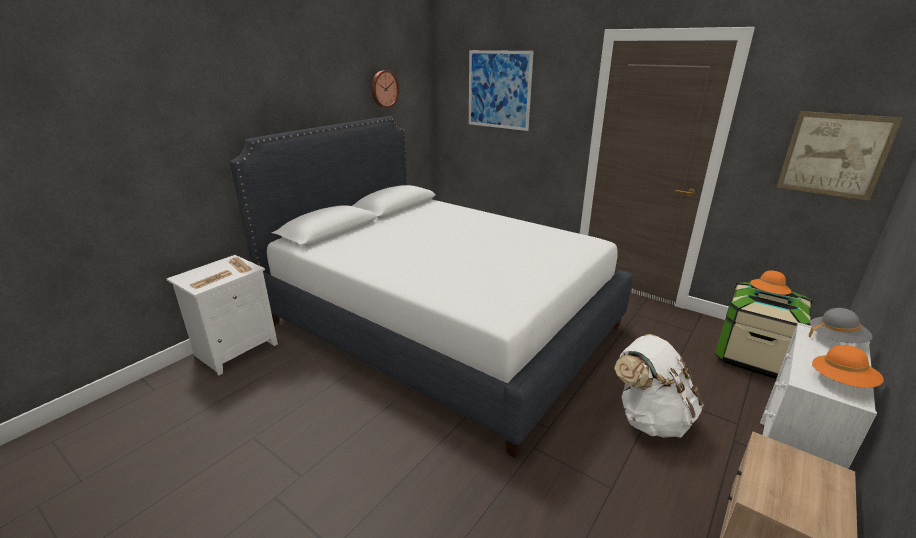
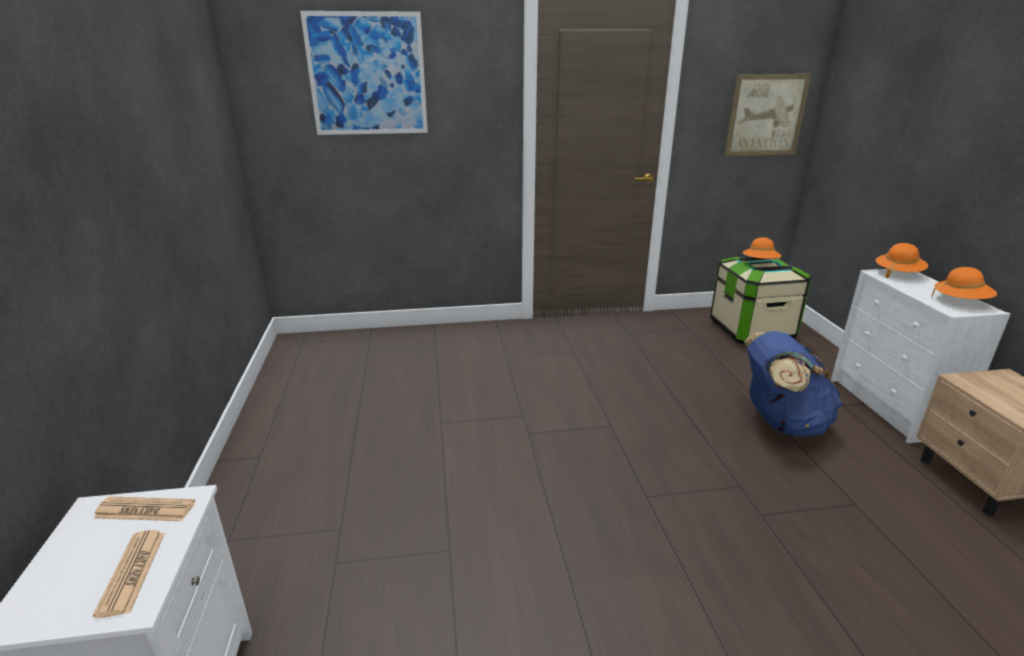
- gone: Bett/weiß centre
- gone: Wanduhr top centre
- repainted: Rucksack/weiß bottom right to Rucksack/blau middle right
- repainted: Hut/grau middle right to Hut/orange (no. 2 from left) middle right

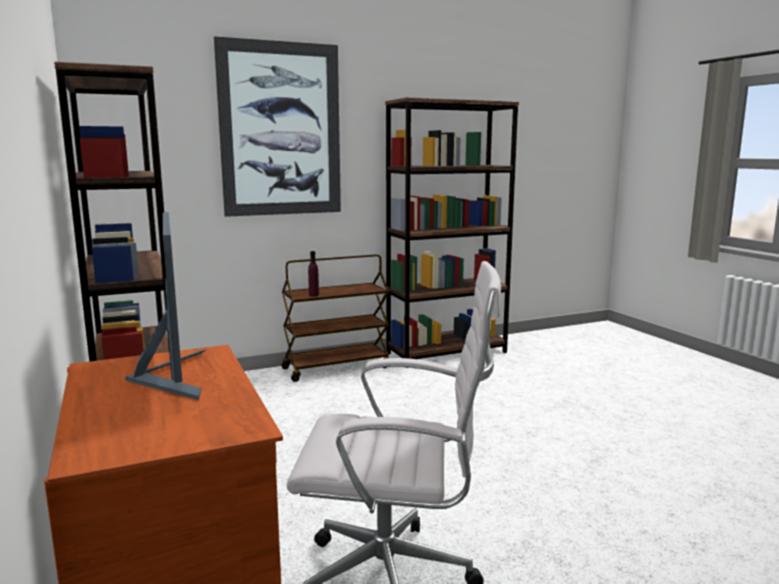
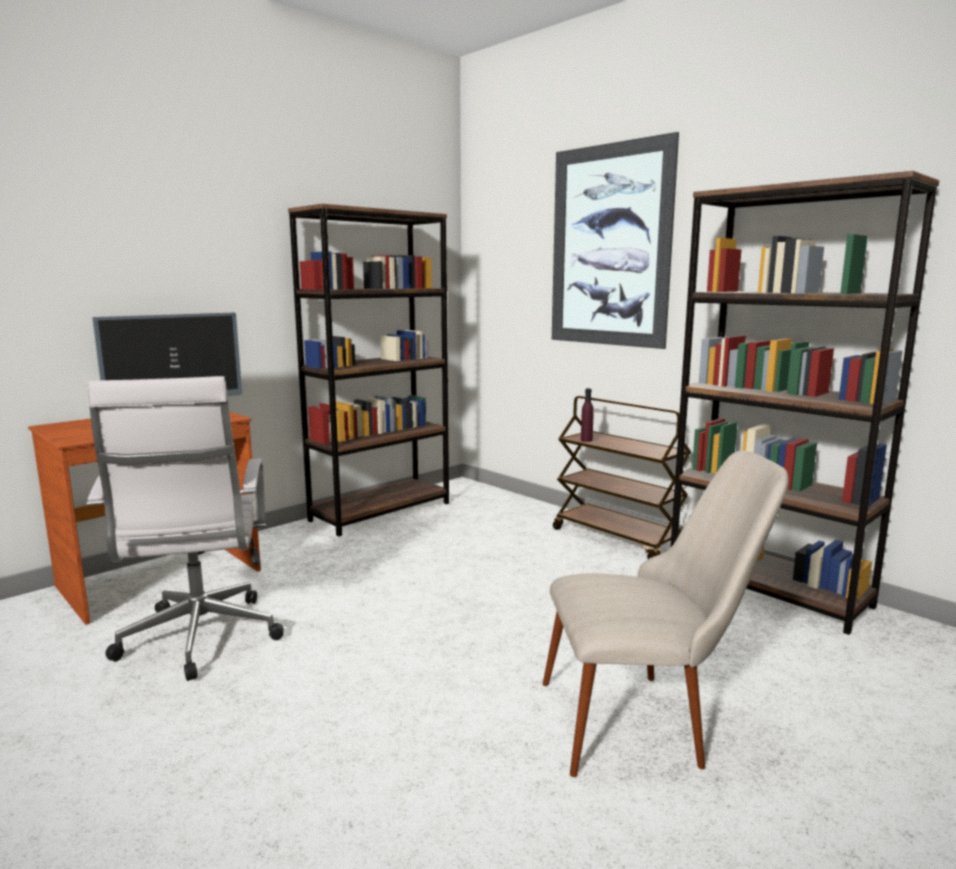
- new: Stuhl/beige bottom right

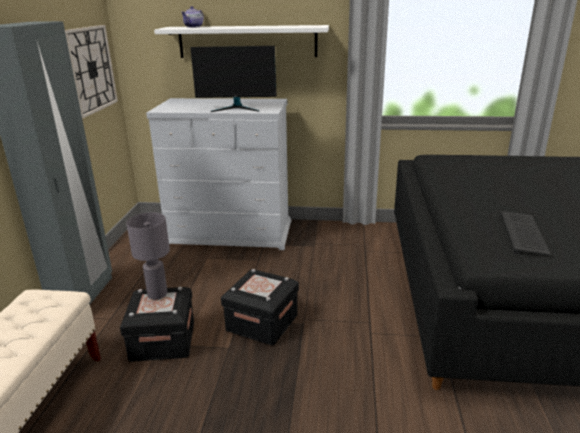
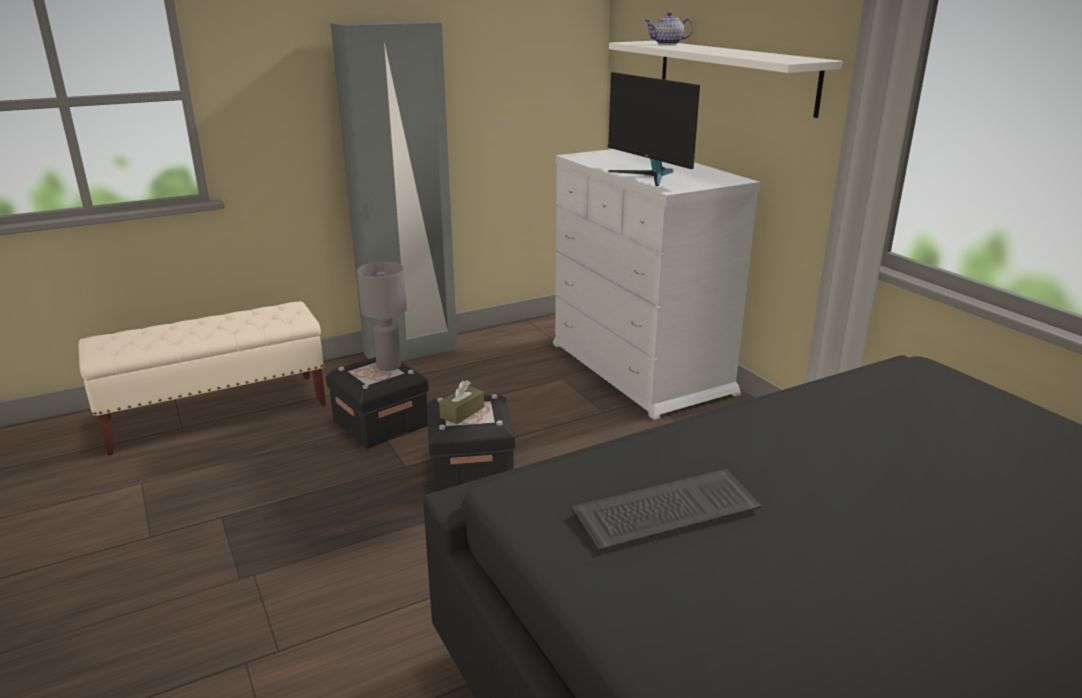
- gone: Wanduhr top left
- new: Taschentuchbox/braun centre

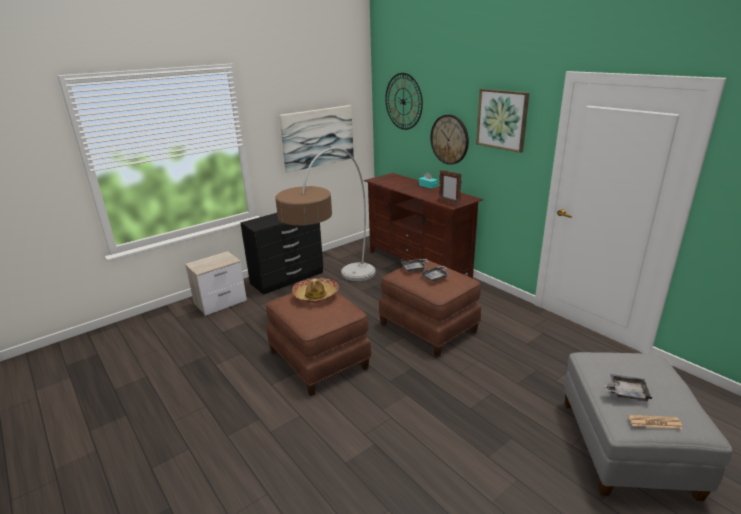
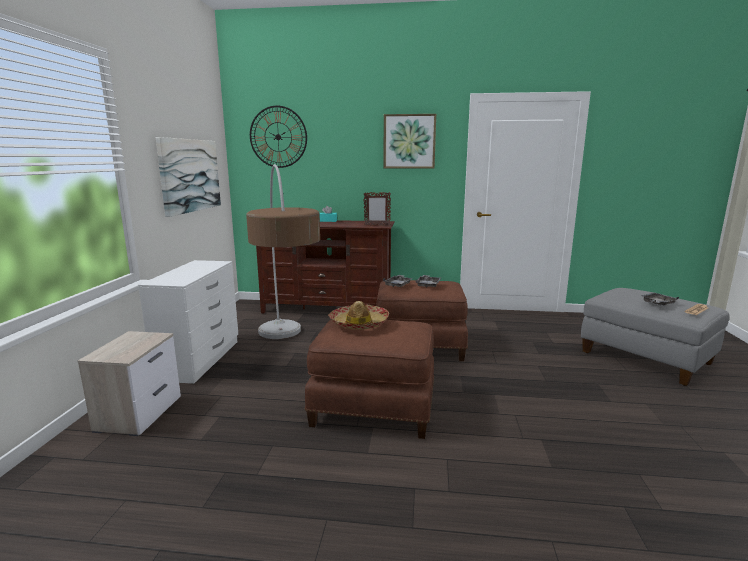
- gone: Wanduhr (no. 2 from left) top centre
- repainted: Kommode/schwarz centre to Kommode/weiß middle left

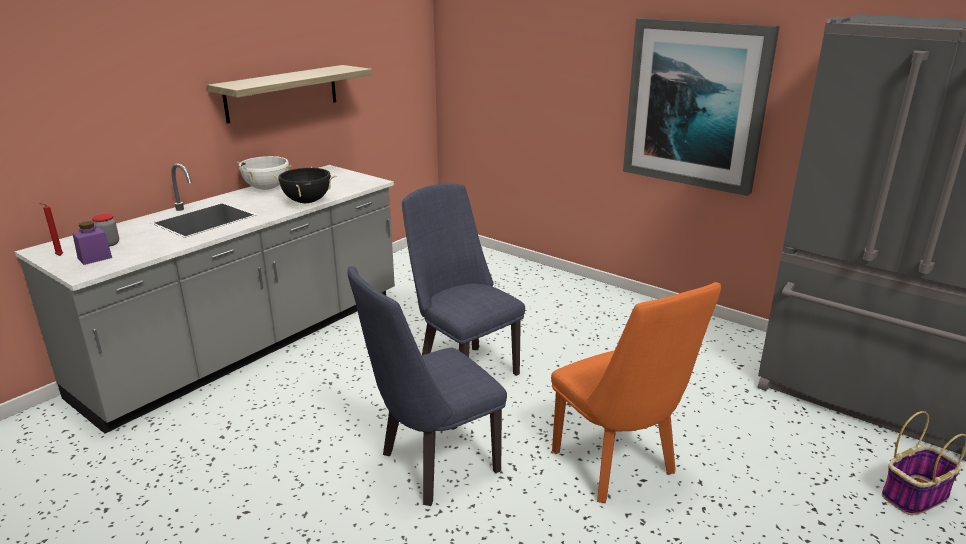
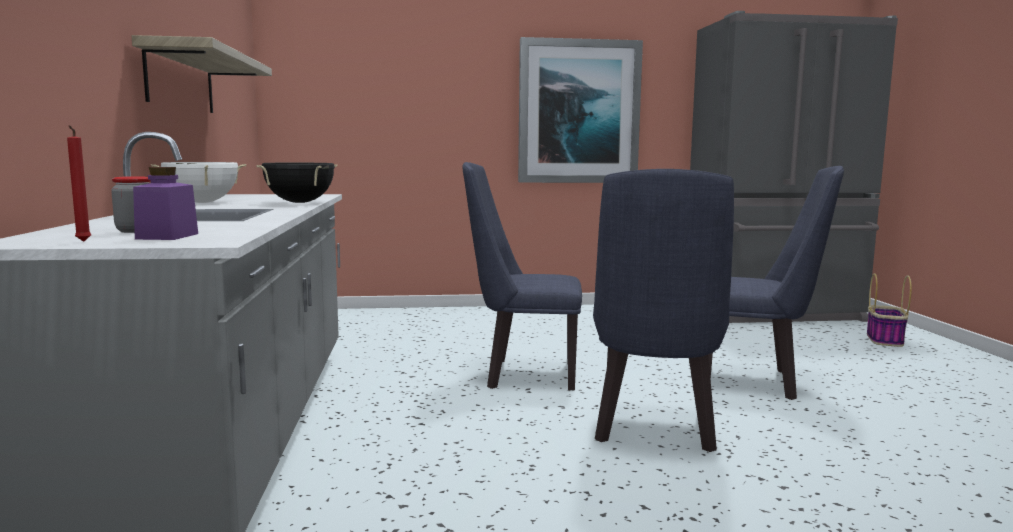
- repainted: Stuhl/orange bottom centre to Stuhl/blau (no. 3 from left) middle right

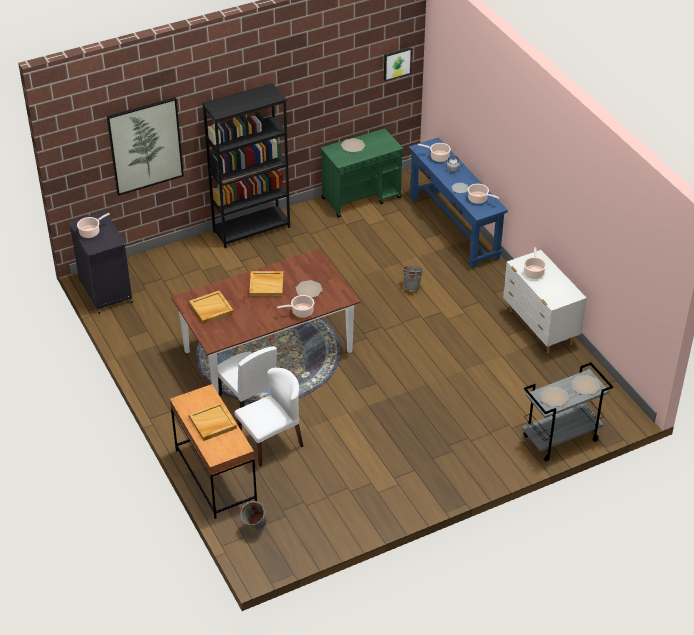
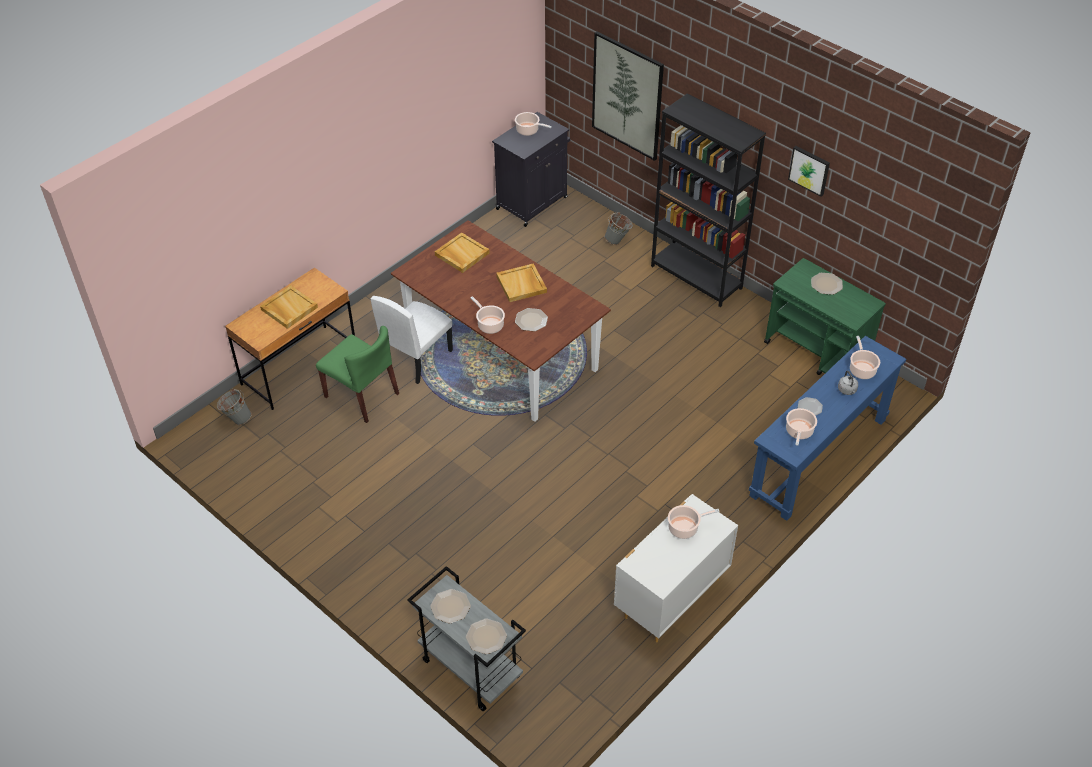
- shifted: Bild (no. 2 from left) top centre to top right
- shifted: Eimer/grau (no. 2 from left) centre to top centre
- repainted: Stuhl/weiß (no. 2 from left) centre to Stuhl/grün middle left

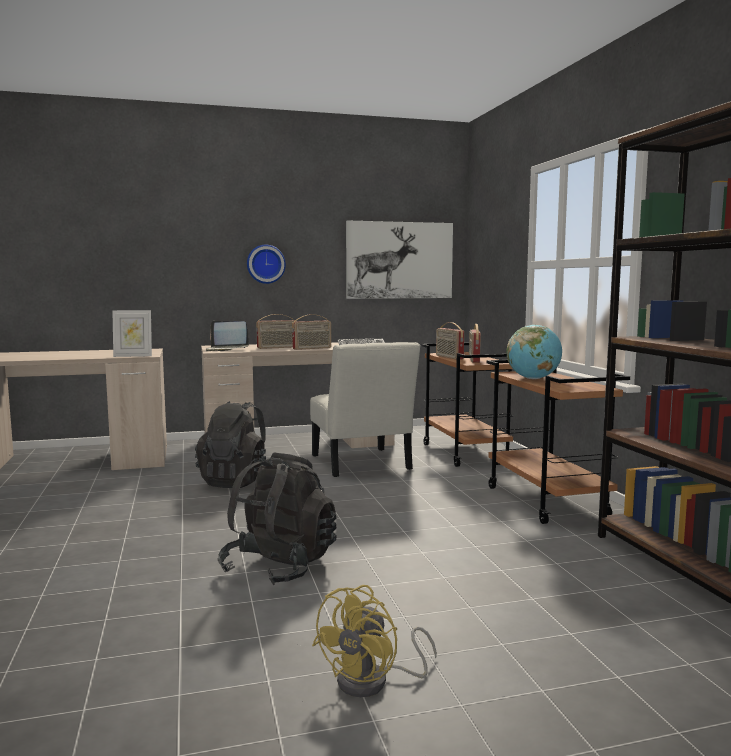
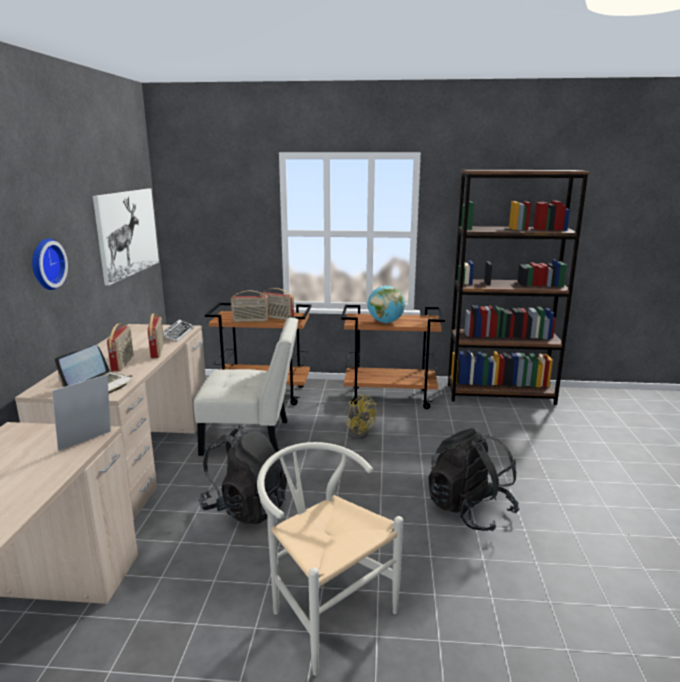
- new: Stuhl/weiß (no. 2 from left) bottom centre
- shifted: Ventilator/gelb bottom centre to centre
- rotated: Bilderrahmen middle left = middle left 150 degrees counterclockwise

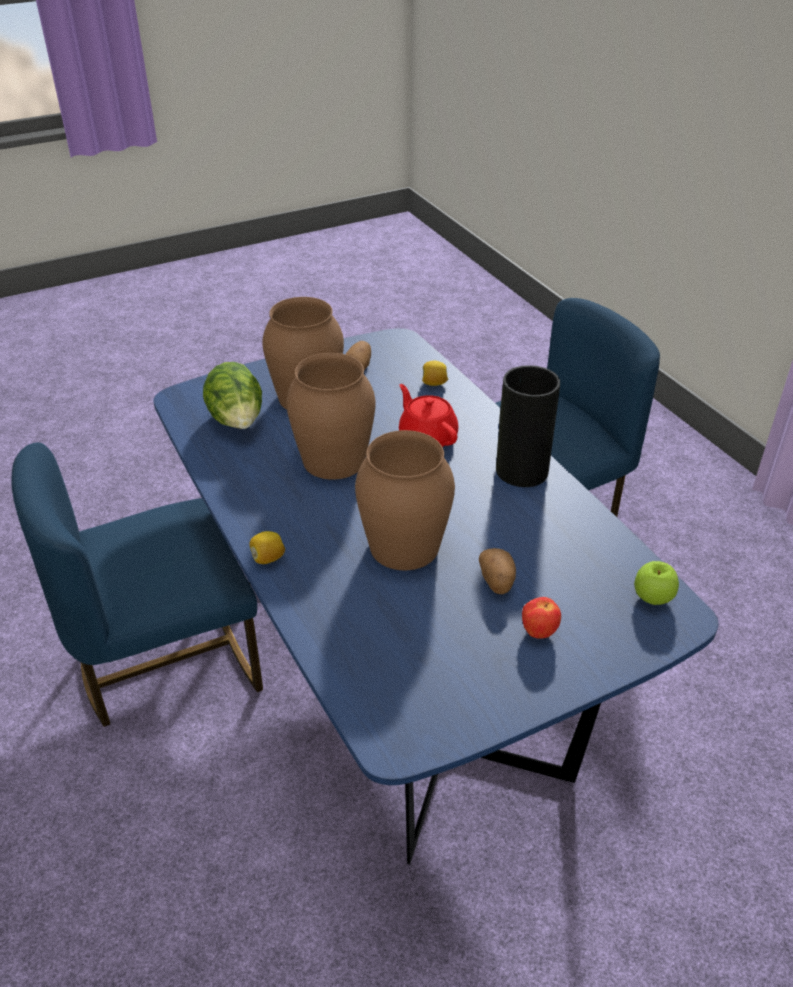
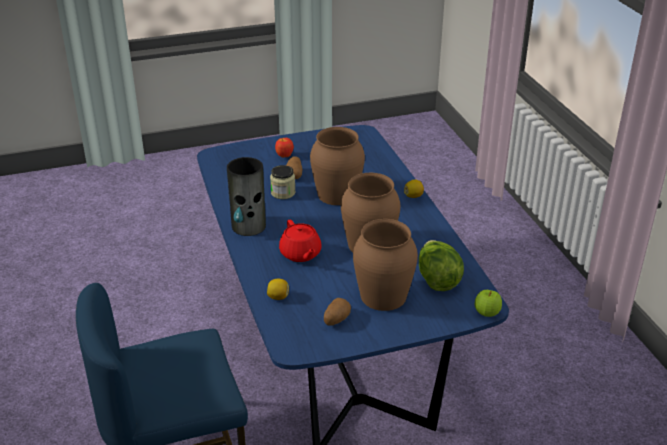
- gone: Stuhl/blau (no. 1 from left) middle left
- new: Vorratsglas centre
- shifted: Apfel (no. 2 from left) middle right to bottom right

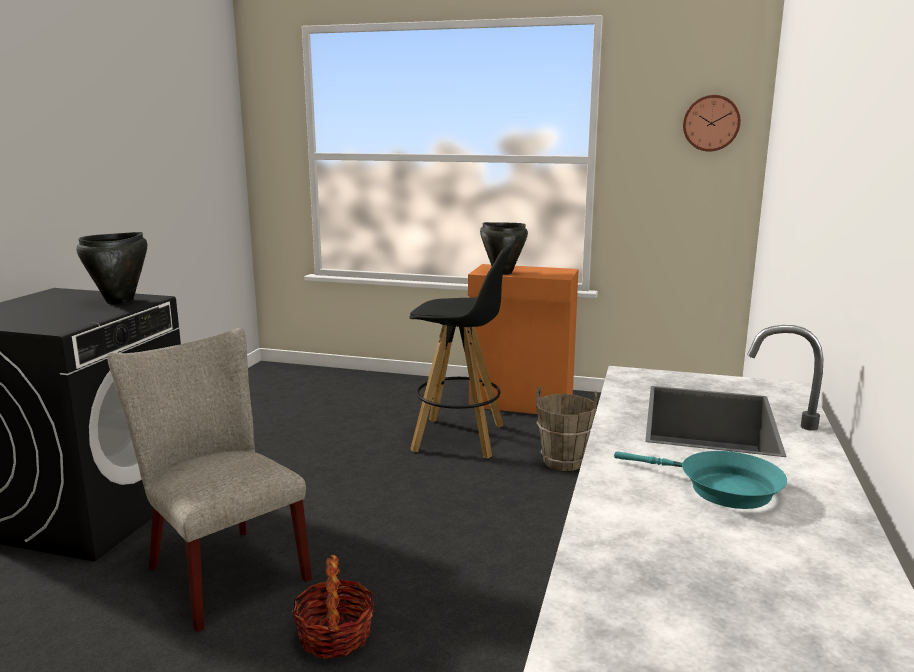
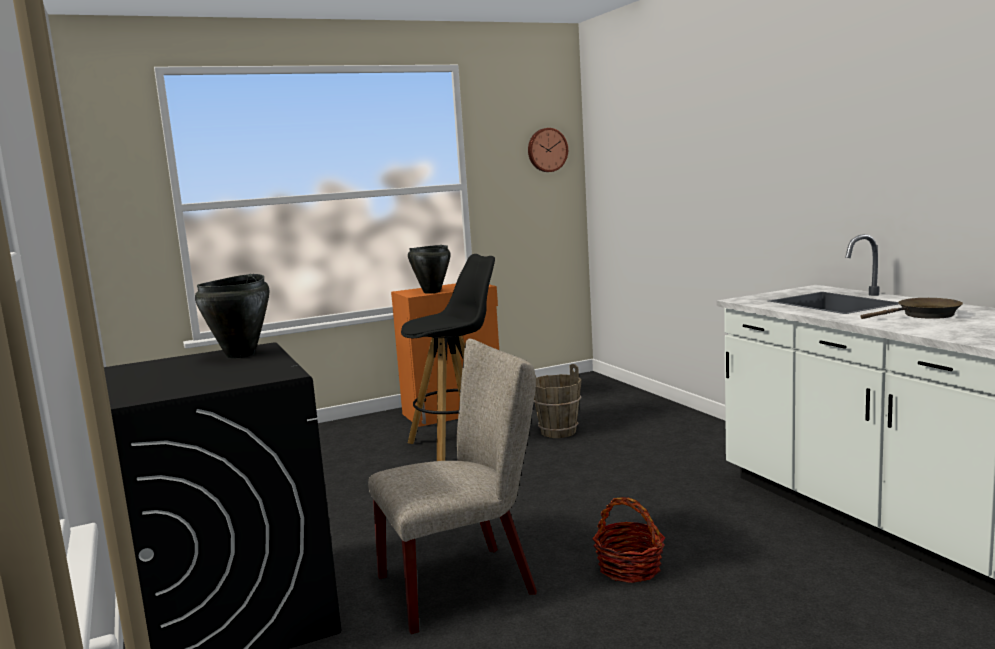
- repainted: Pfanne/türkis bottom right to Pfanne/braun middle right
- rotated: Stuhl/beige bottom left = bottom centre 150 degrees clockwise

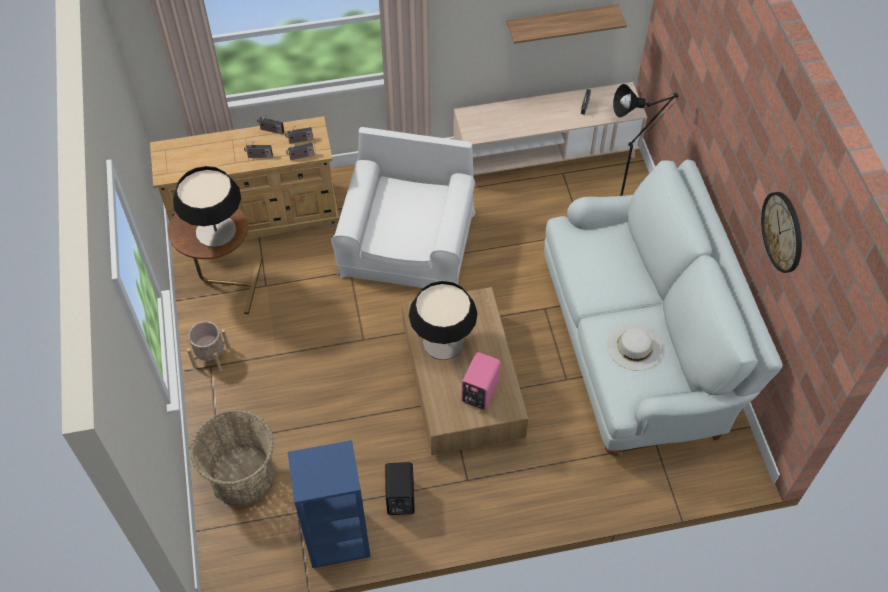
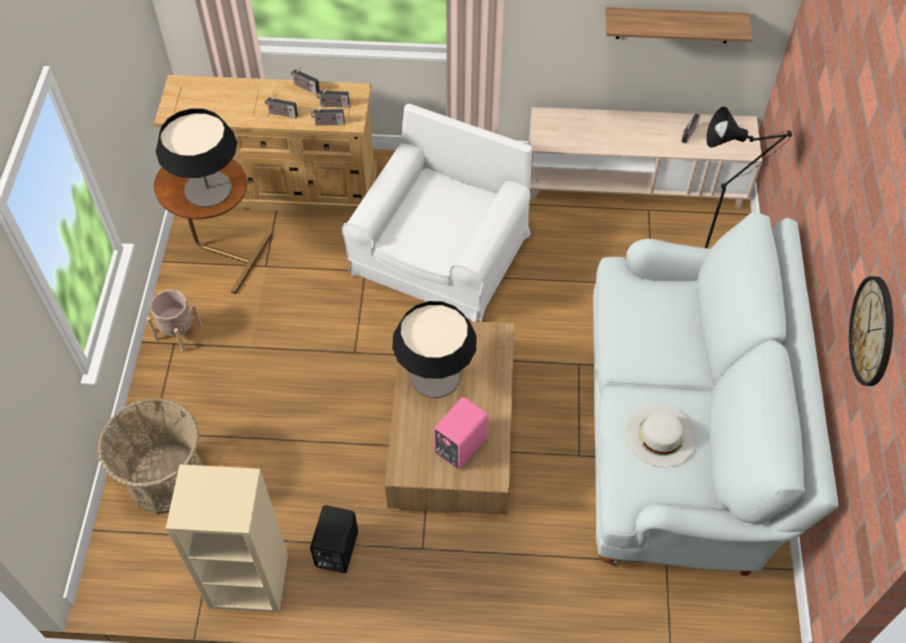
- repainted: Bücherregal/blau bottom centre to Bücherregal/beige bottom left

